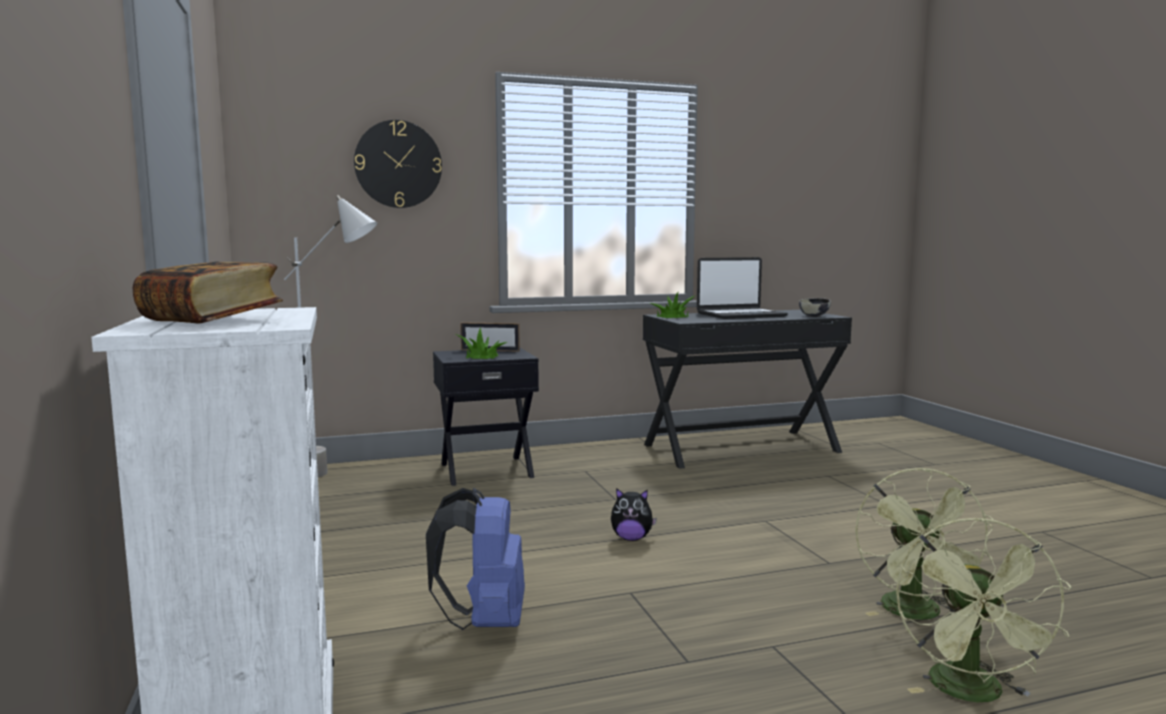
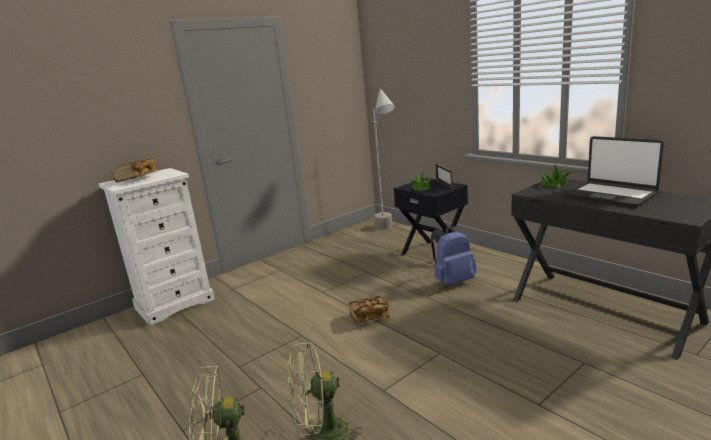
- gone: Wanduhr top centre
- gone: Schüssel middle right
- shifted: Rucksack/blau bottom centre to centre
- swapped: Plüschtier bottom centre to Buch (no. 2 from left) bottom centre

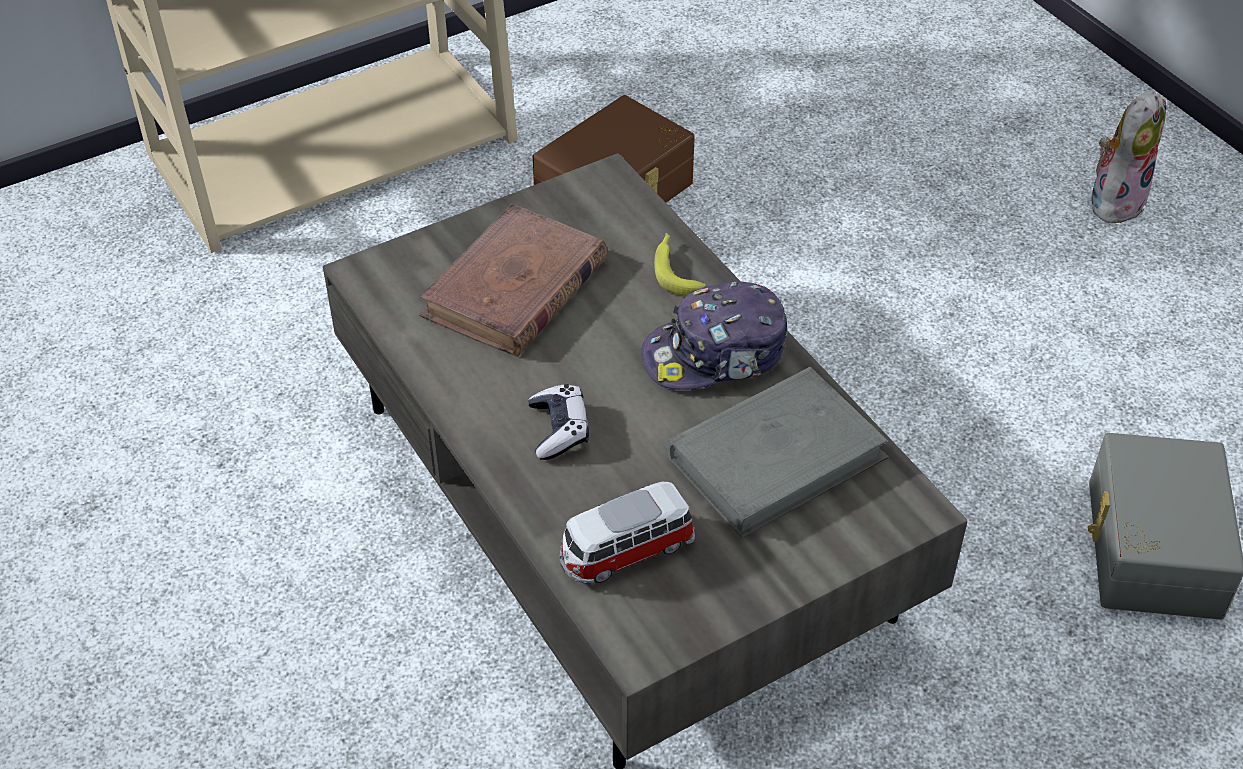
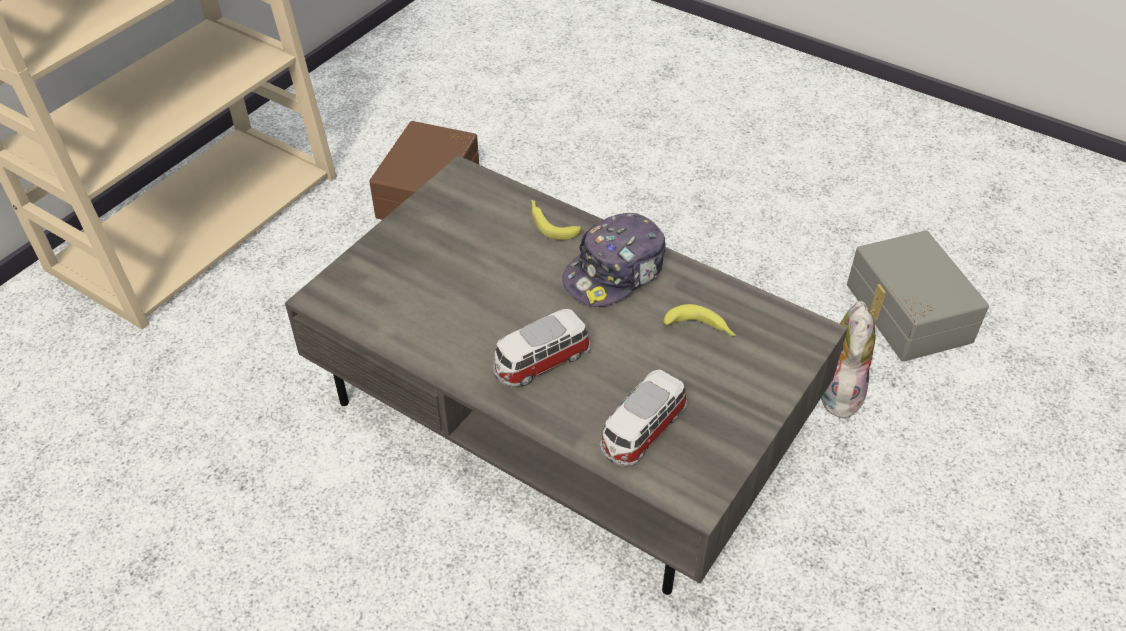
- gone: Buch/braun centre
- shifted: Plüschtier top right to middle right
- swapped: Gamepad centre to Spielzeugauto (no. 1 from left) centre
- swapped: Buch/grau centre to Banane (no. 2 from left) centre

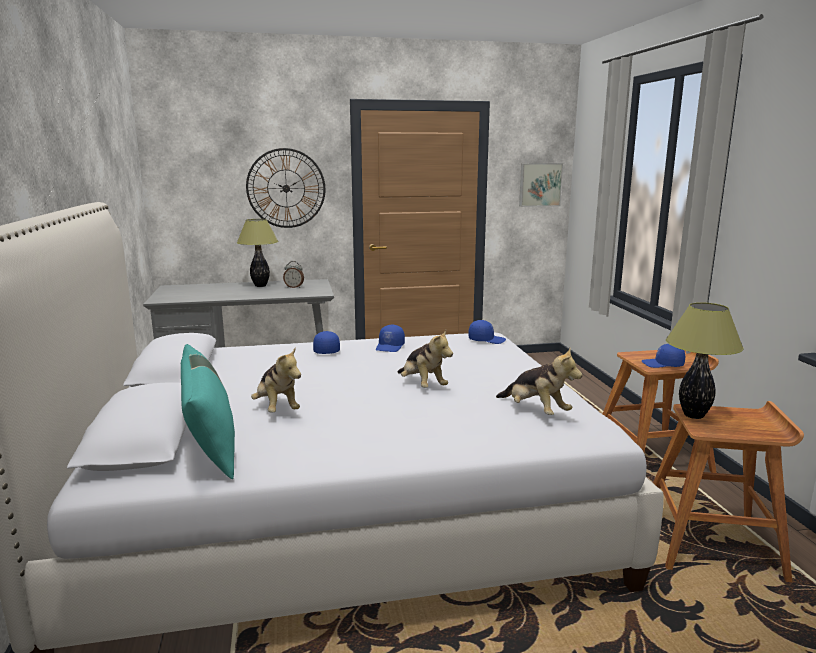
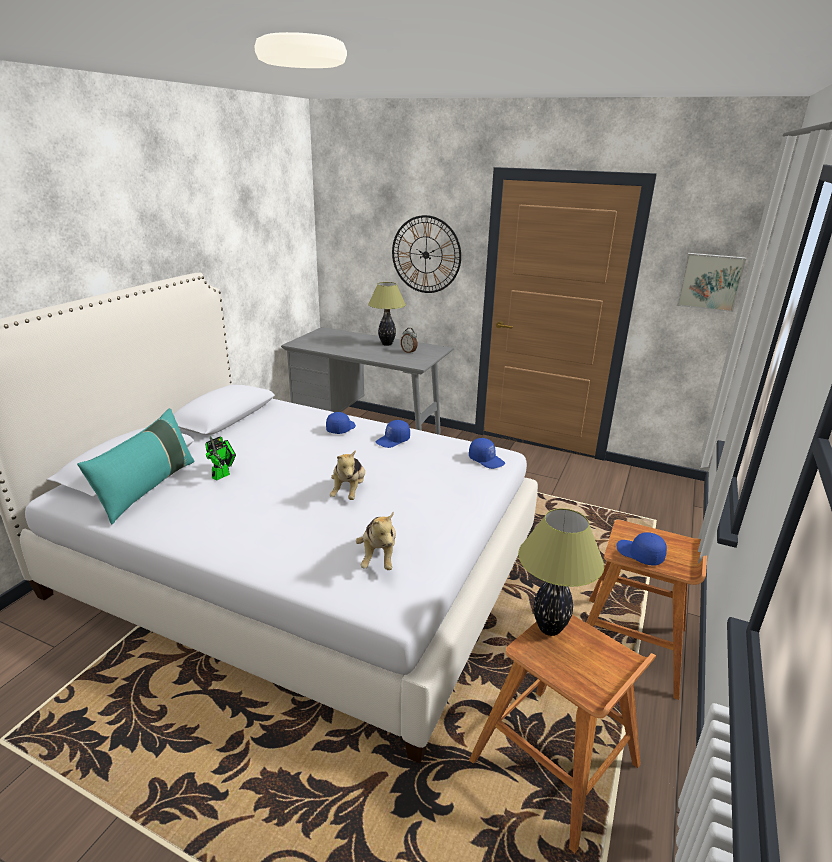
- swapped: Plüschtier (no. 1 from left) centre to Spielzeugroboter middle left

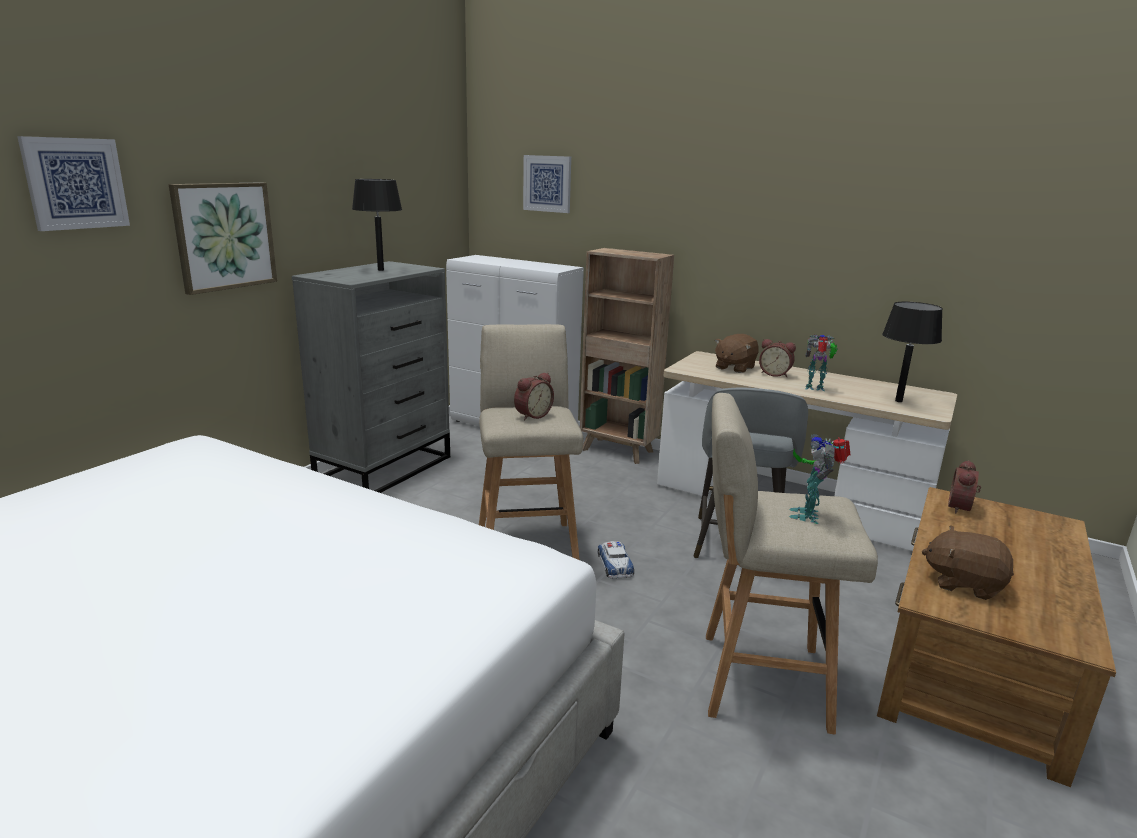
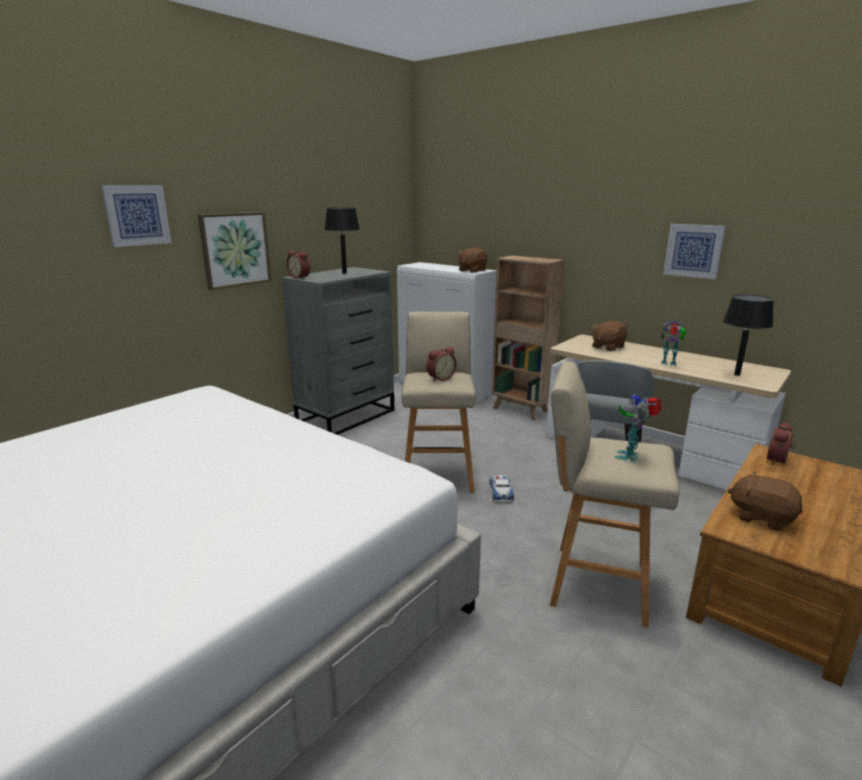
- new: Plüschtier/braun (no. 1 from left) centre
- shifted: Bild (no. 3 from left) top centre to top right
- shifted: Wecker (no. 2 from left in the first image) middle right to Wecker (no. 1 from left) centre

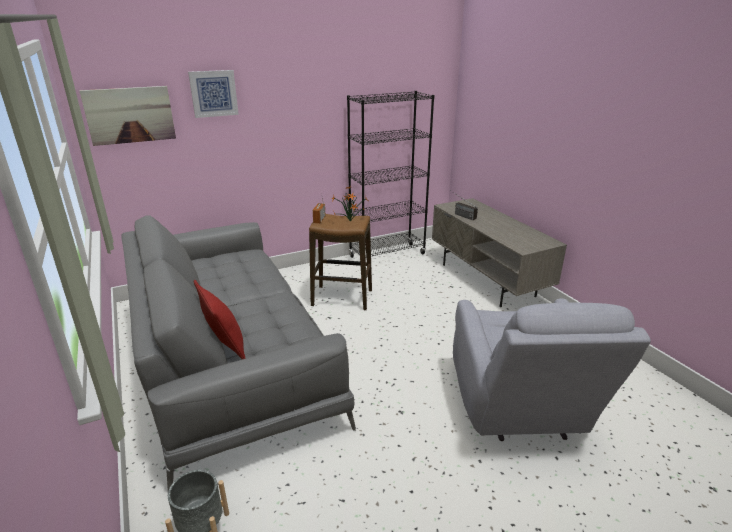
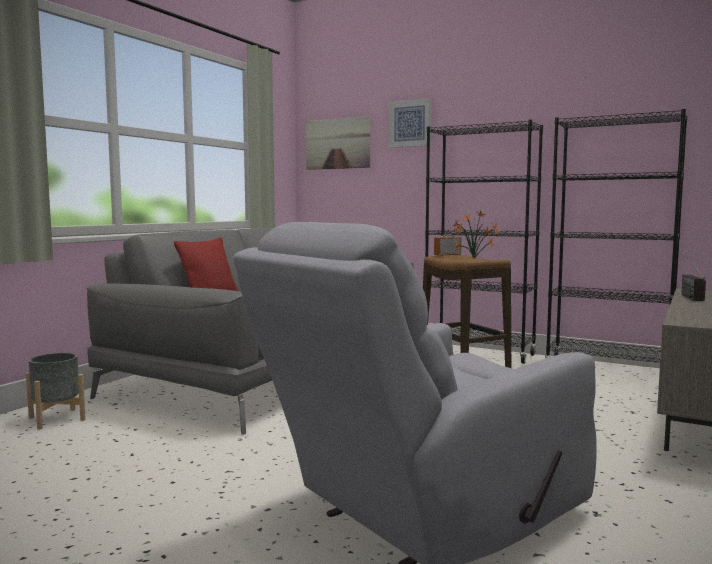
- new: Bücherregal/schwarz (no. 1 from left) middle right

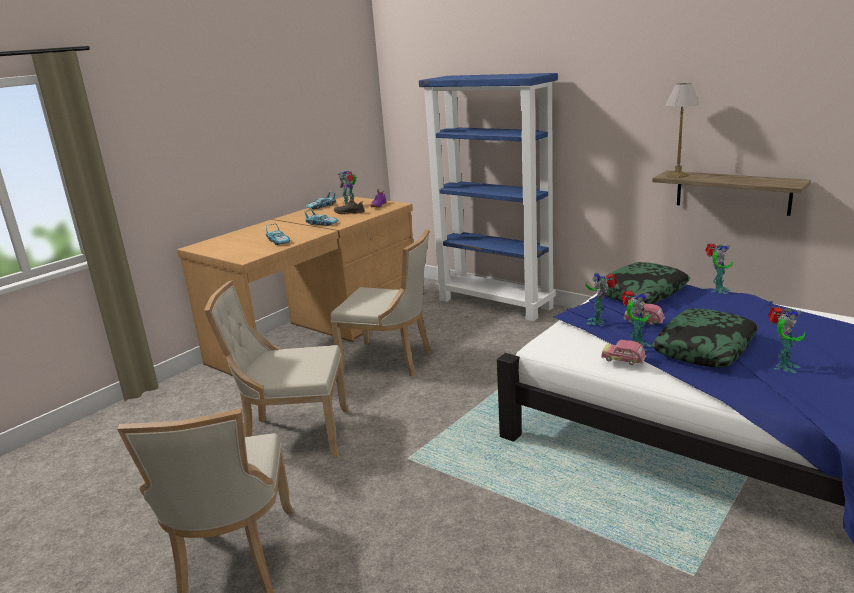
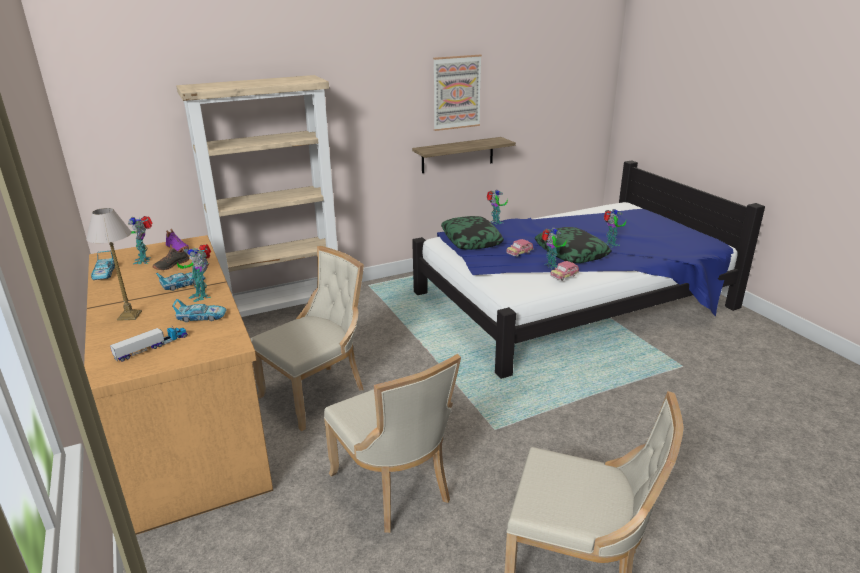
- new: Spielzeuglaster middle left
- new: Bild top centre
- shifted: Spielzeugroboter (no. 2 from left) middle right to middle left
- shifted: Tischlampe top right to middle left
- repainted: Bücherregal/blau top centre to Bücherregal/beige middle left
- rotated: Stuhl/beige (no. 2 from left) middle left = bottom centre 60 degrees counterclockwise

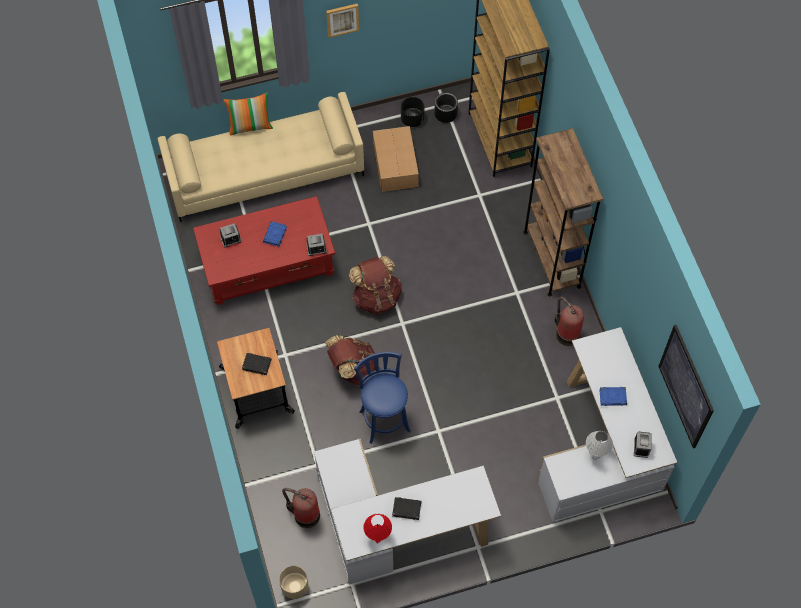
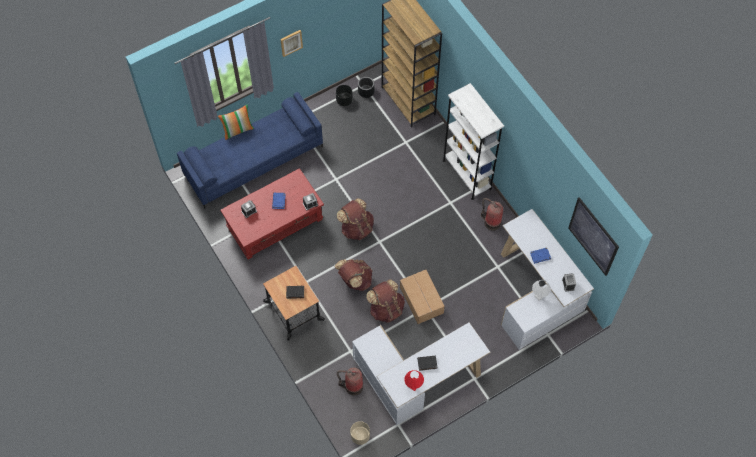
- shifted: Karton top centre to centre
- swapped: Hocker/blau centre to Rucksack/braun (no. 3 from left) centre
- repainted: Sofa/beige top left to Sofa/blau top left
- repainted: Bücherregal/braun (no. 2 from left) middle right to Bücherregal/weiß top centre

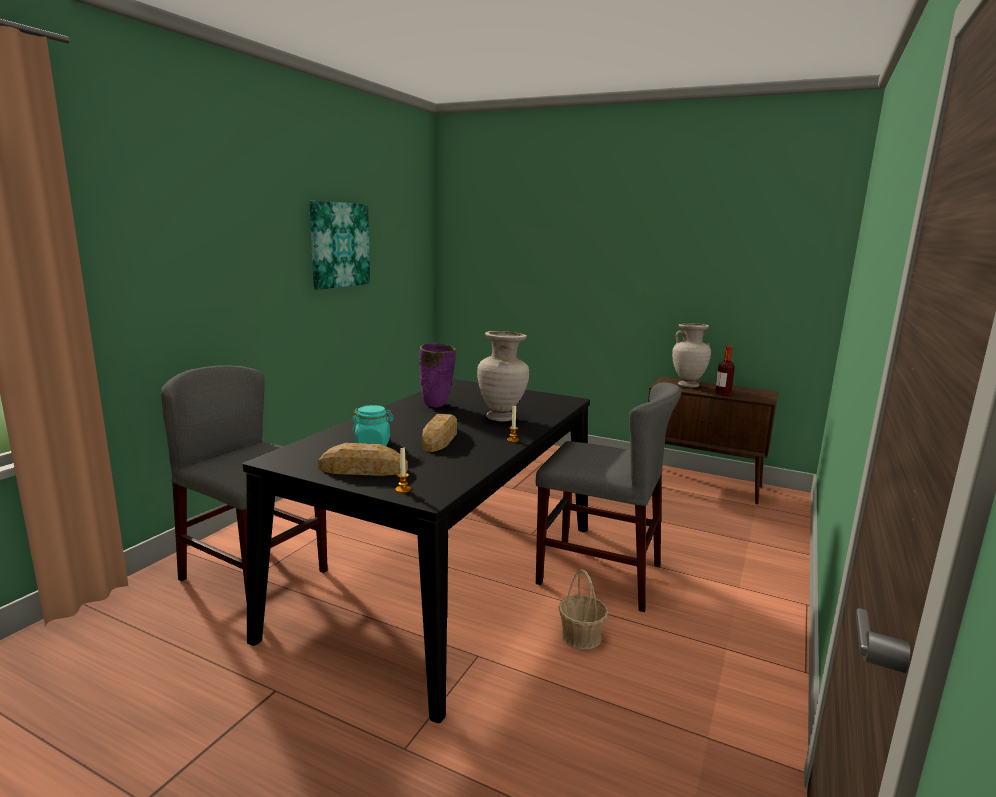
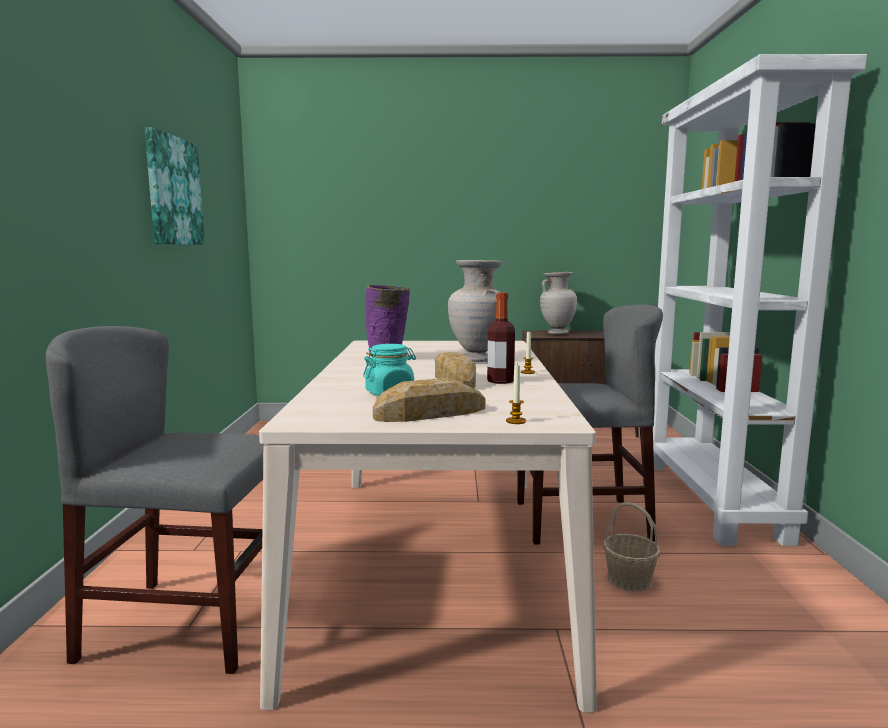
- new: Bücherregal/weiß middle right
- shifted: Flasche middle right to centre
- repainted: Esstisch/schwarz bottom centre to Esstisch/beige bottom centre

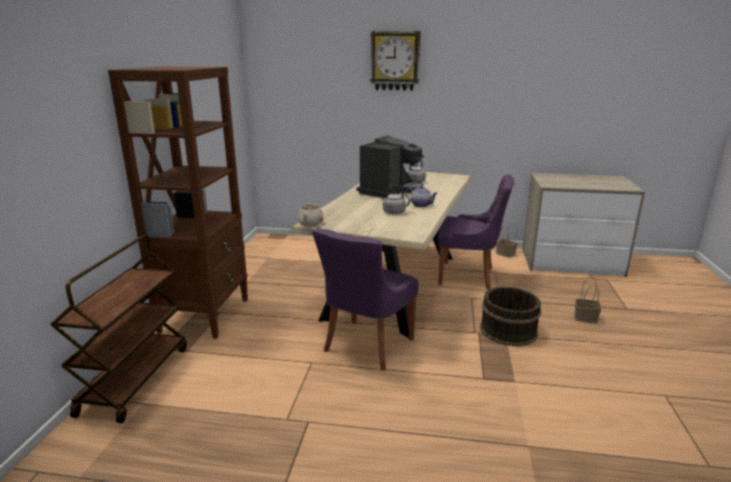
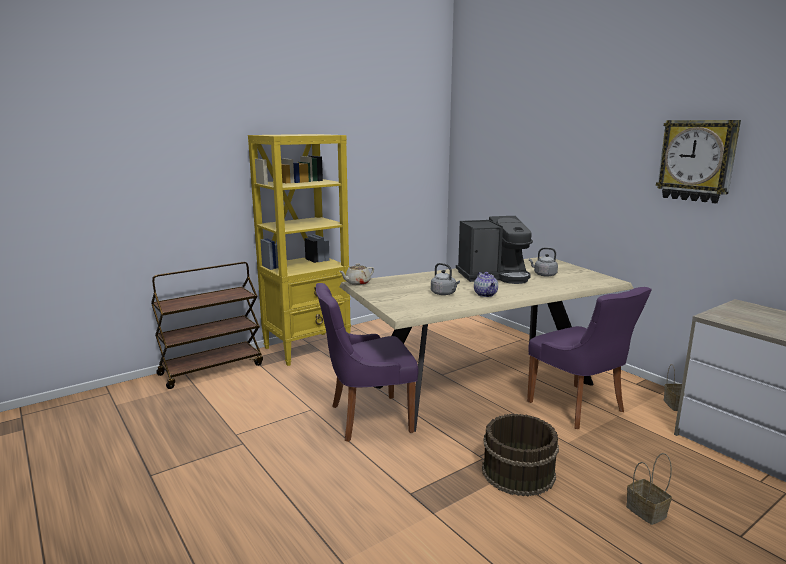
- shifted: Wanduhr top centre to top right
- repainted: Bücherregal/braun middle left to Bücherregal/gelb centre

